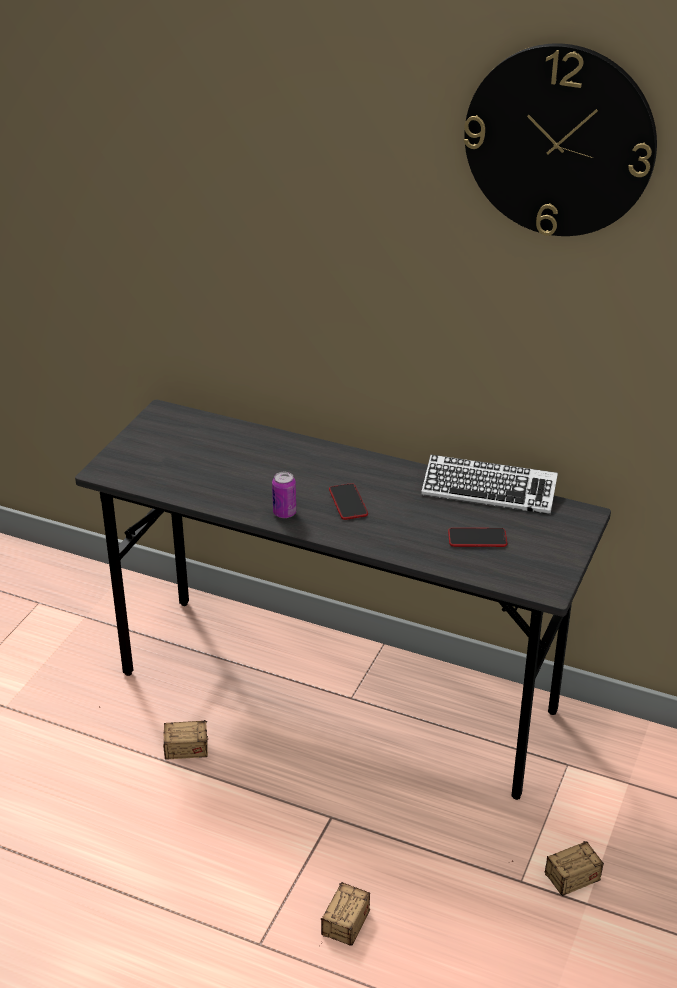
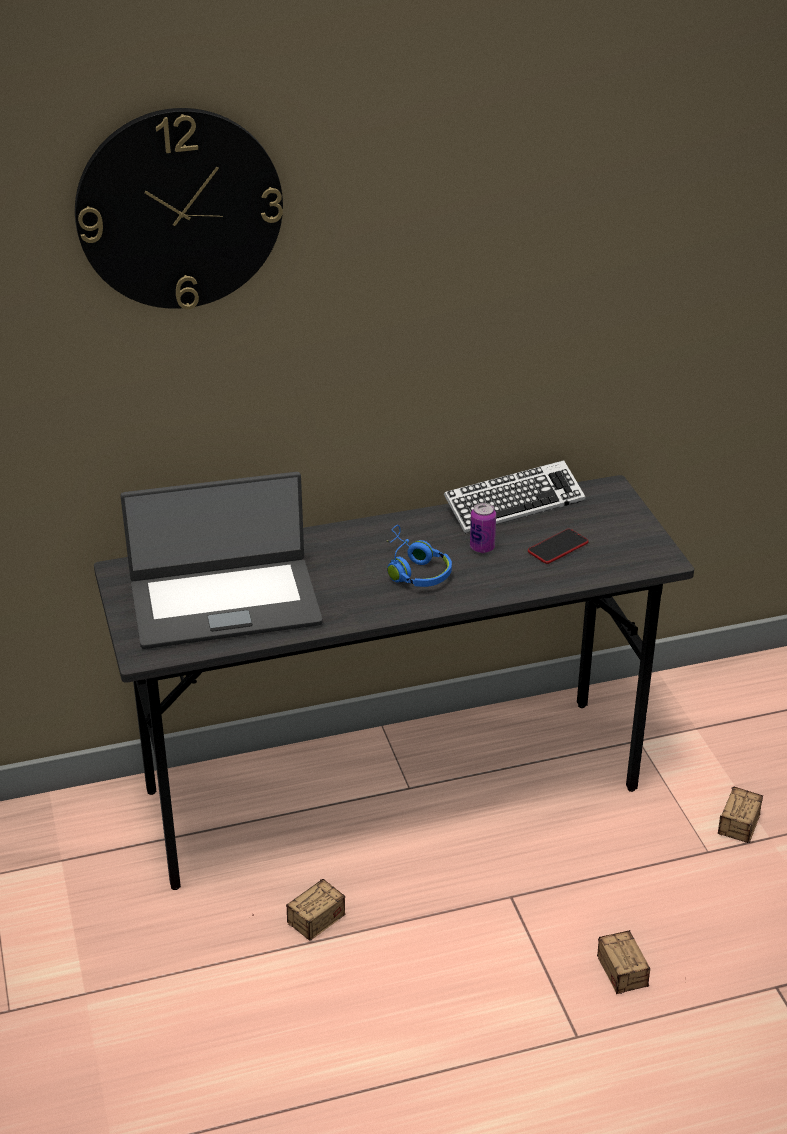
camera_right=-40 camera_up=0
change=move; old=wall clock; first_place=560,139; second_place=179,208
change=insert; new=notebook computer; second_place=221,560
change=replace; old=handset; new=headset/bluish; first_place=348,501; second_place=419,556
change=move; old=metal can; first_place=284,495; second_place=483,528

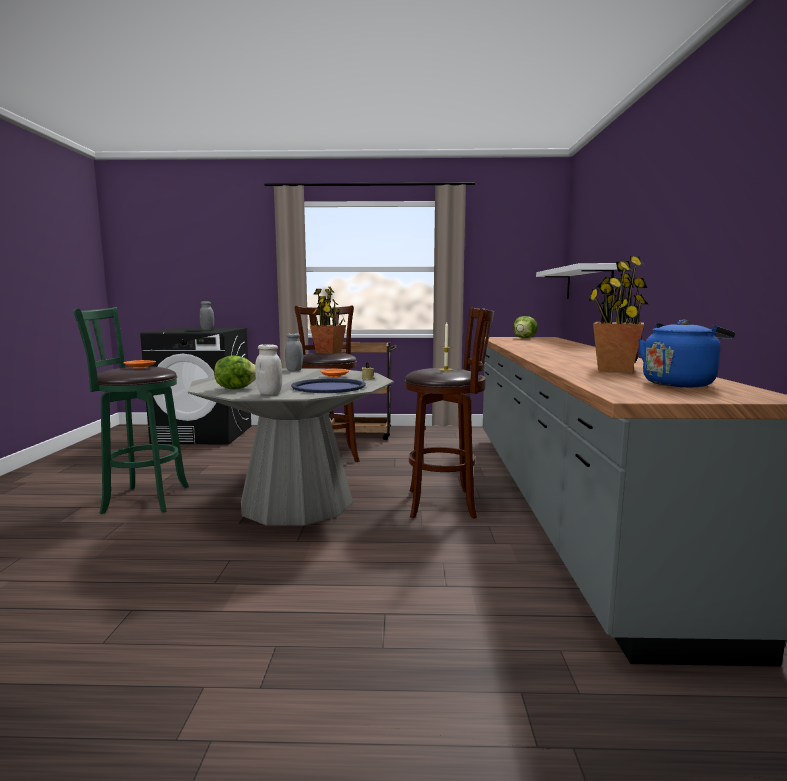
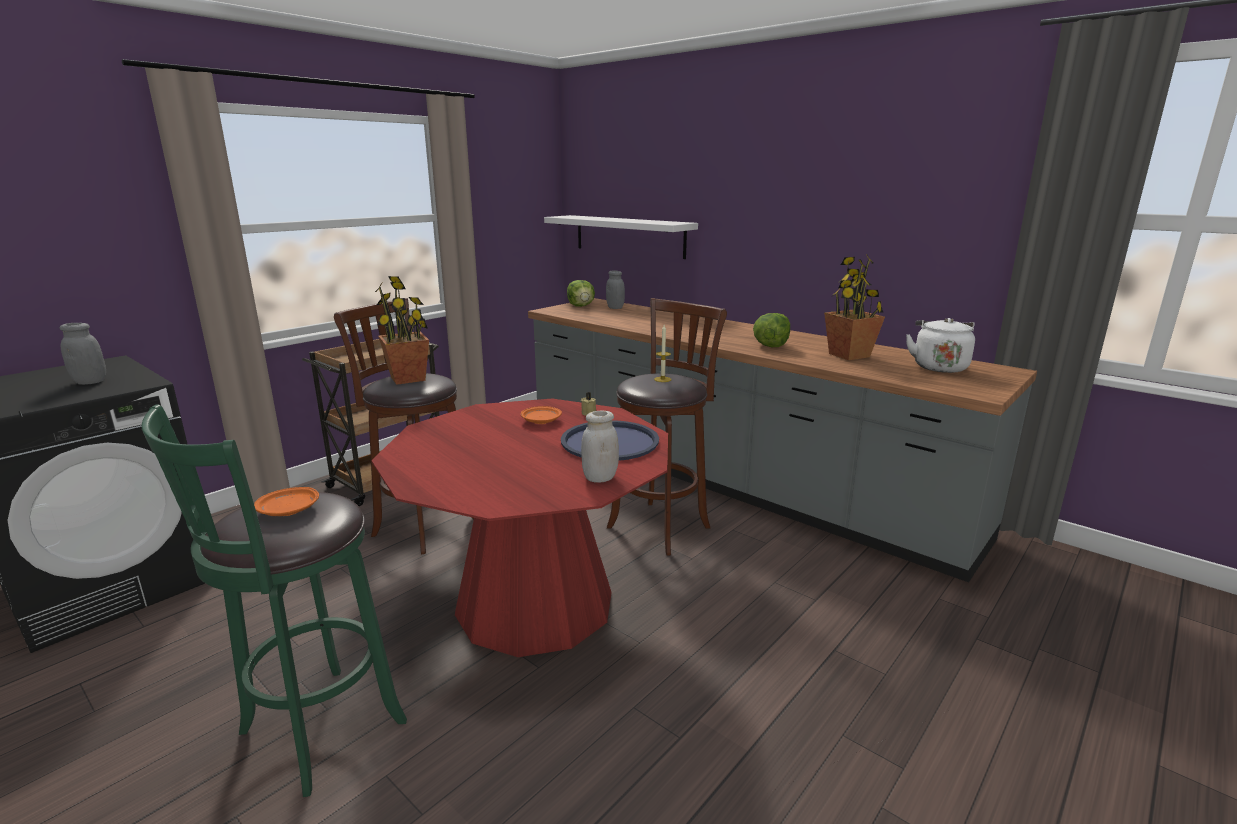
camera_right=-50 camera_up=10
change=recolor; old=dining table/gray; new=dining table/reddish; first_place=291,447; second_place=520,528
change=move; old=storage jar/gray; first_place=294,352; second_place=615,289
change=move; old=lettuce head; first_place=235,372; second_place=771,330
change=recolor; old=kettle/bluish; new=kettle/white; first_place=686,353; second_place=940,345

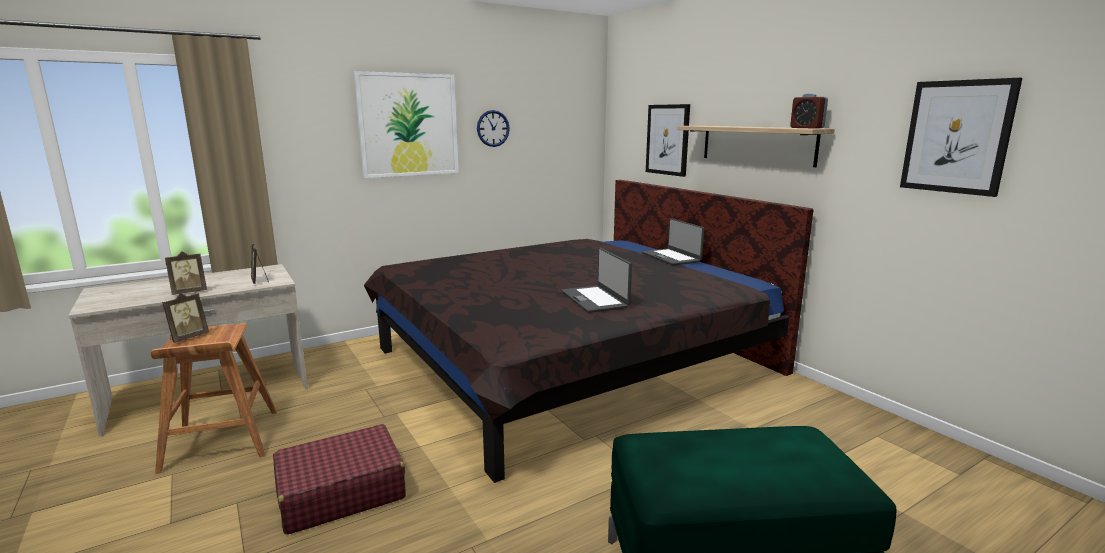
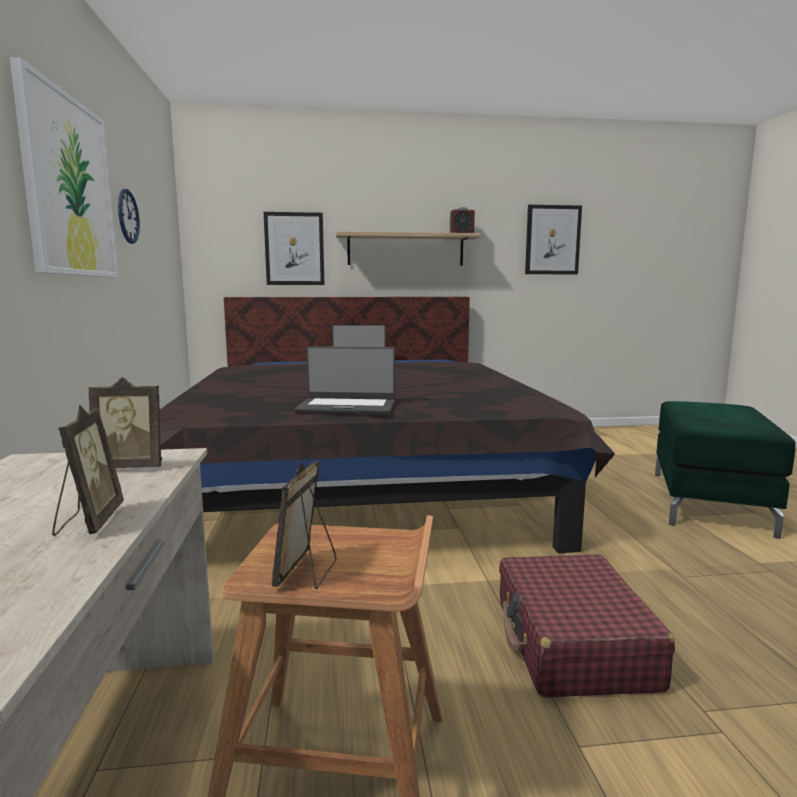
camera_right=-65 camera_up=-5
change=rotate; old=standing frame; first_place=185,318; second_place=304,525; degrees=-135
change=move; old=notebook computer; first_place=596,280; second_place=344,380

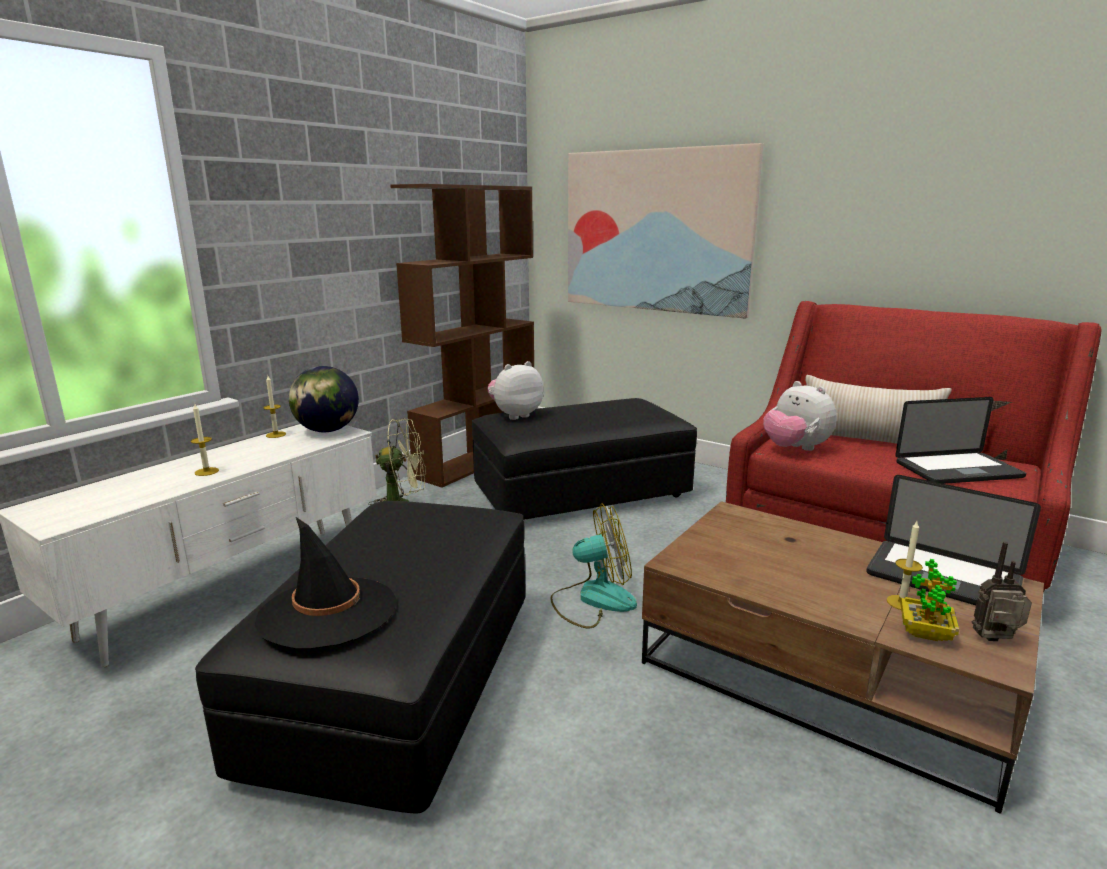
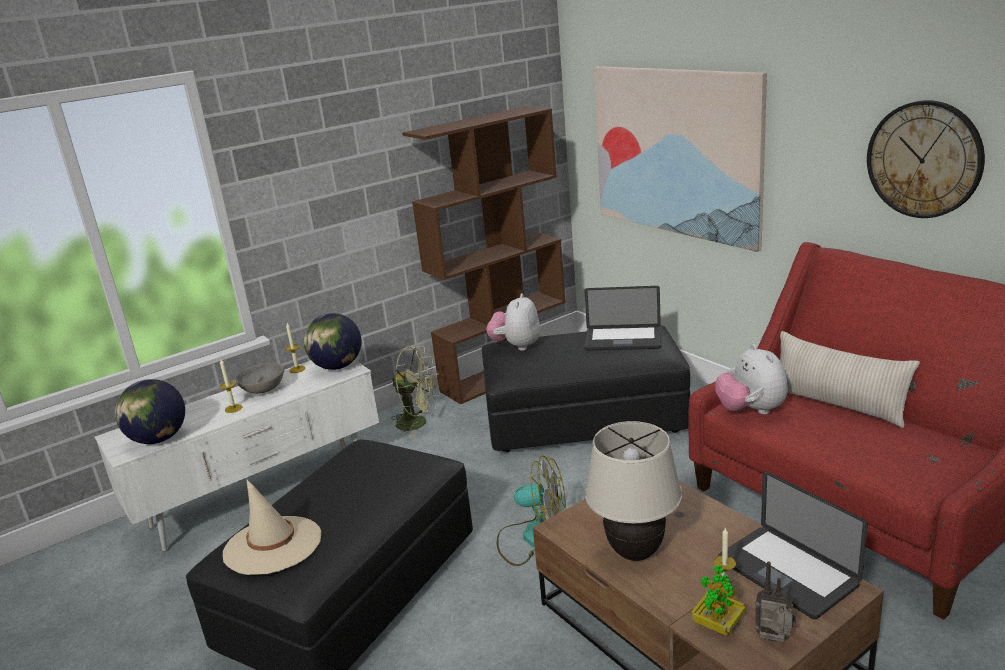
camera_right=20 camera_up=5
change=insert; new=world globe; second_place=150,411
change=recolor; old=wearable hat/black-coloured; new=wearable hat/beige; first_place=326,583; second_place=272,527
change=insert; new=bowl/gray; second_place=259,378
change=rotate; old=plush toy; first_place=515,390; second_place=513,322; degrees=-60
change=move; old=notebook computer; first_place=960,440; second_place=622,318
change=insert; new=lamp for a table/beige; second_place=633,491
change=insert; new=wall clock; second_place=926,159

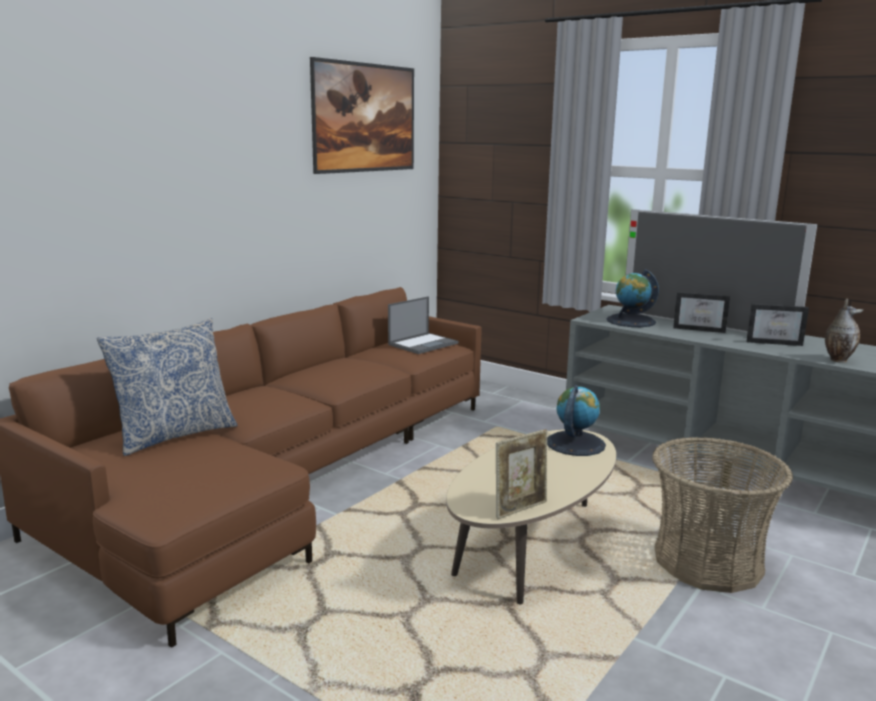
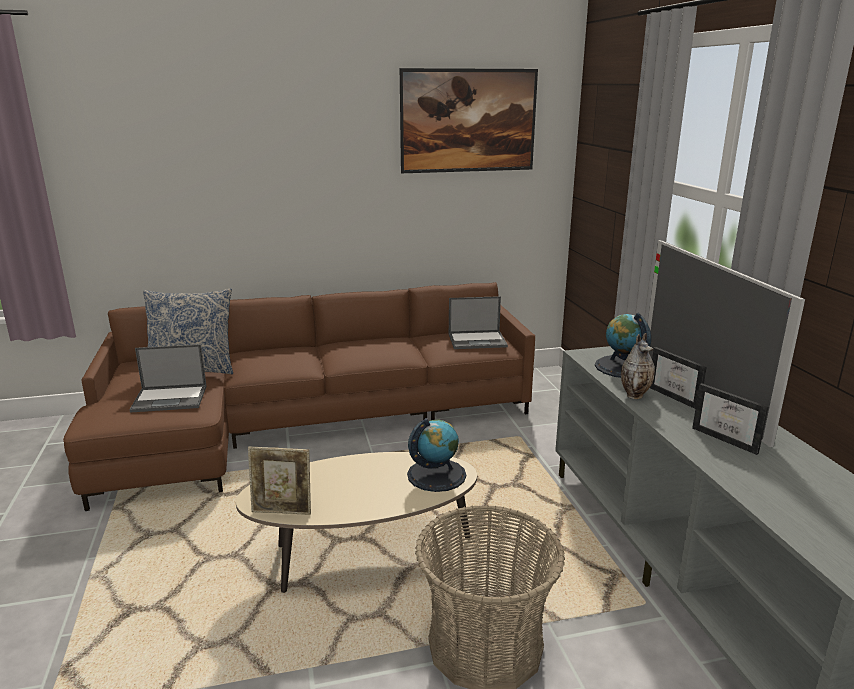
camera_right=40 camera_up=5
change=insert; new=notebook computer; second_place=168,378
change=move; old=flower vase; first_place=844,330; second_place=638,366

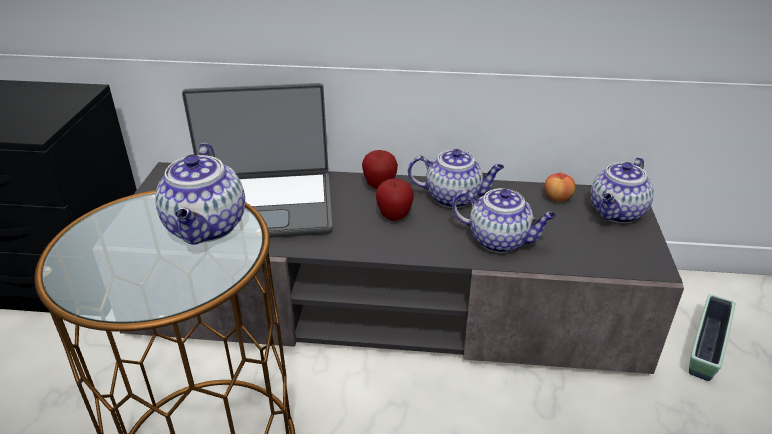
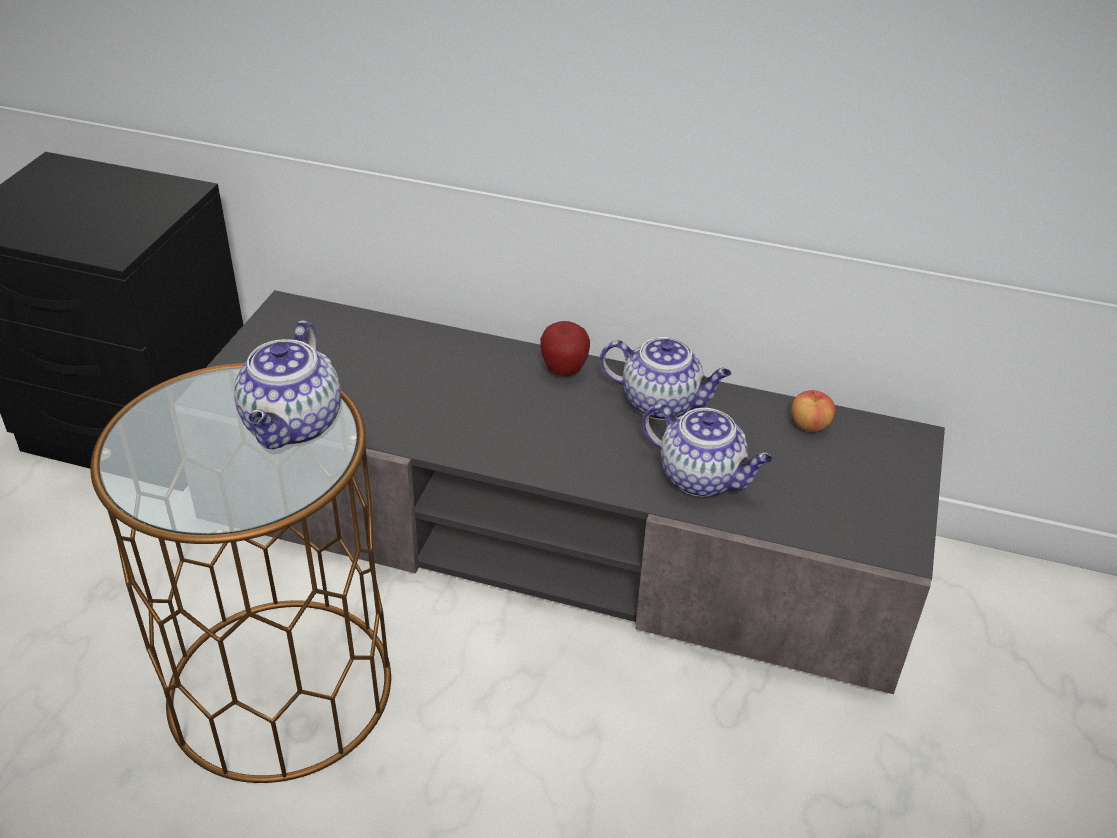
camera_right=10 camera_up=5
change=delete; old=notebook computer; first_place=257,160
change=delete; old=apple fruit; first_place=395,199
change=delete; old=pot for tea; first_place=622,190
change=delete; old=planter; first_place=712,337

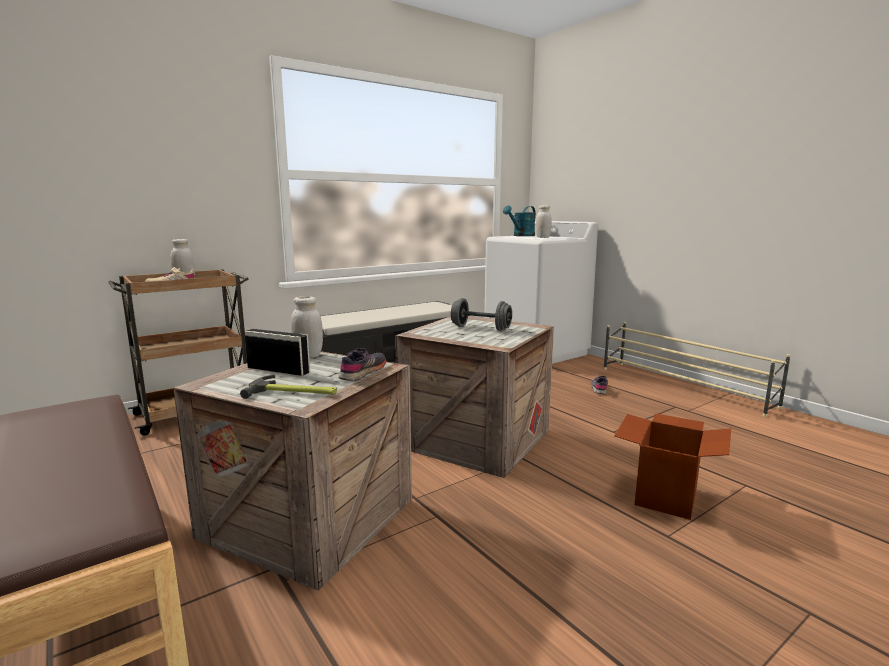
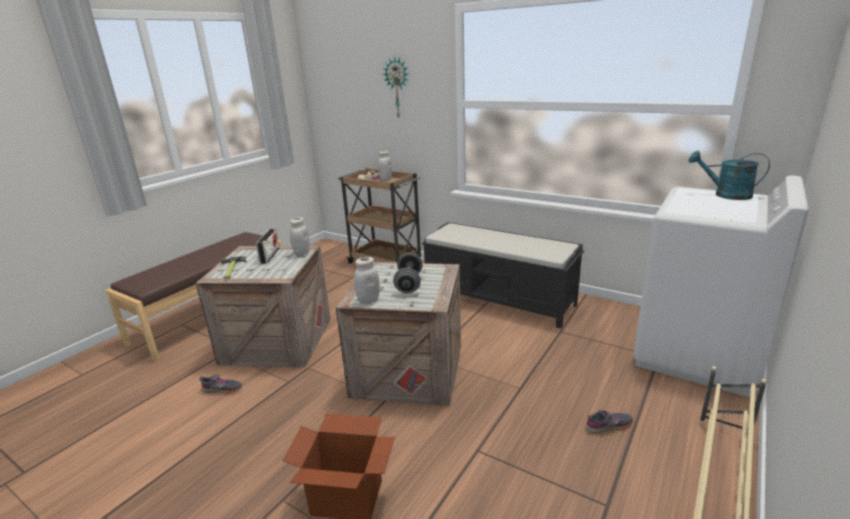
camera_right=70 camera_up=10
change=move; old=low shoe/gray; first_place=362,364; second_place=220,384
change=move; old=storage jar/white; first_place=543,221; second_place=367,280
change=insert; new=wall clock; second_place=396,87

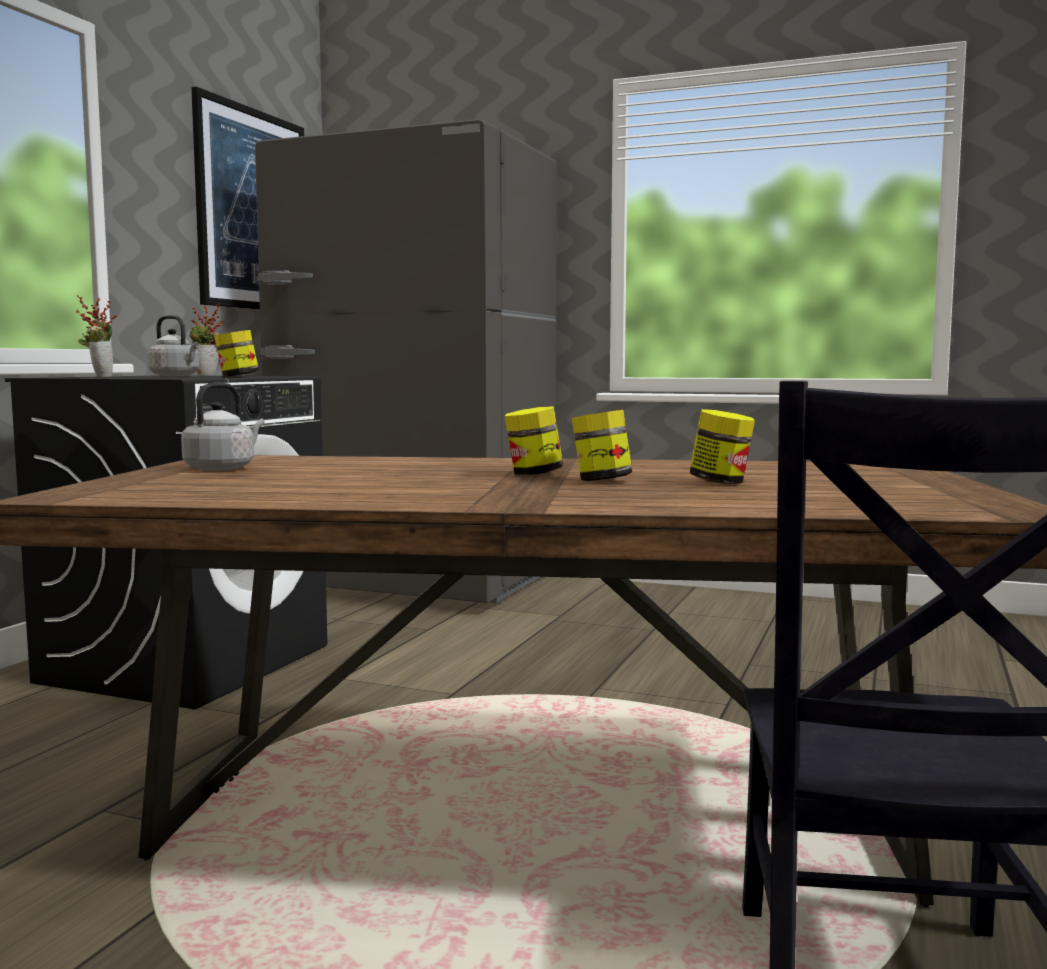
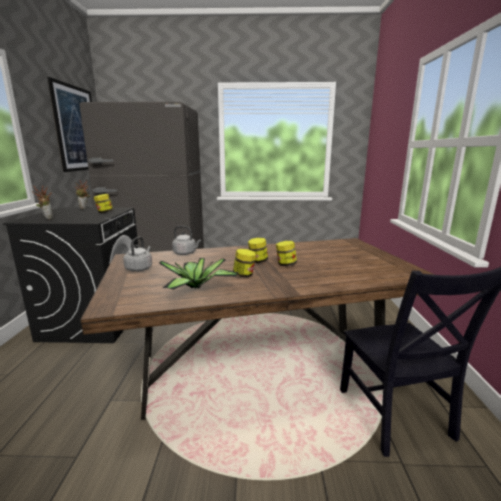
camera_right=-20 camera_up=10
change=insert; new=plant in a pot; second_place=199,274
change=move; old=kettle/gray; first_place=173,345; second_place=186,240
change=move; old=storage jar; first_place=722,446; second_place=244,263

